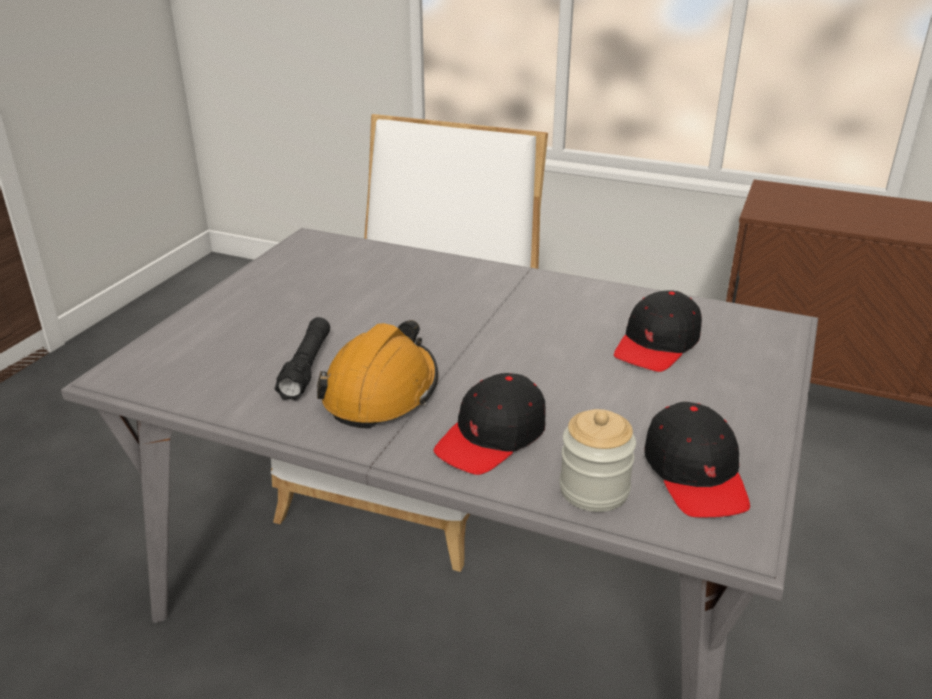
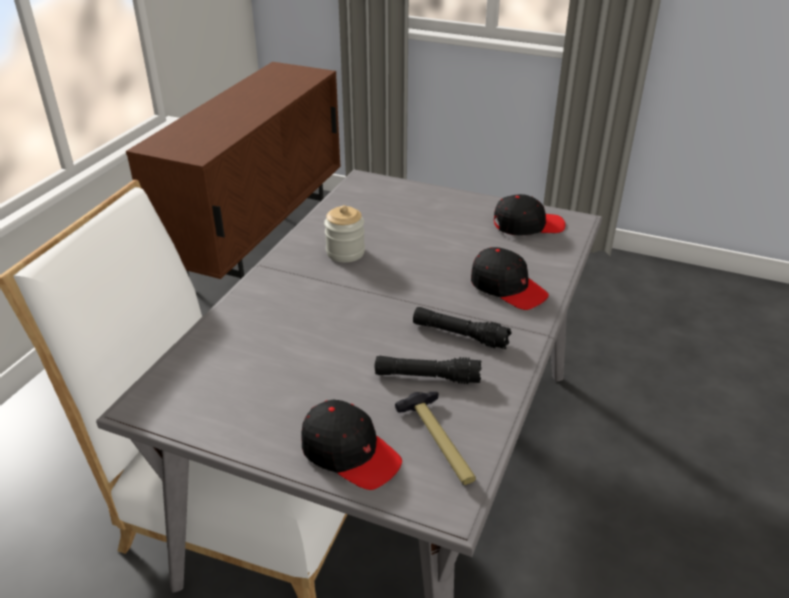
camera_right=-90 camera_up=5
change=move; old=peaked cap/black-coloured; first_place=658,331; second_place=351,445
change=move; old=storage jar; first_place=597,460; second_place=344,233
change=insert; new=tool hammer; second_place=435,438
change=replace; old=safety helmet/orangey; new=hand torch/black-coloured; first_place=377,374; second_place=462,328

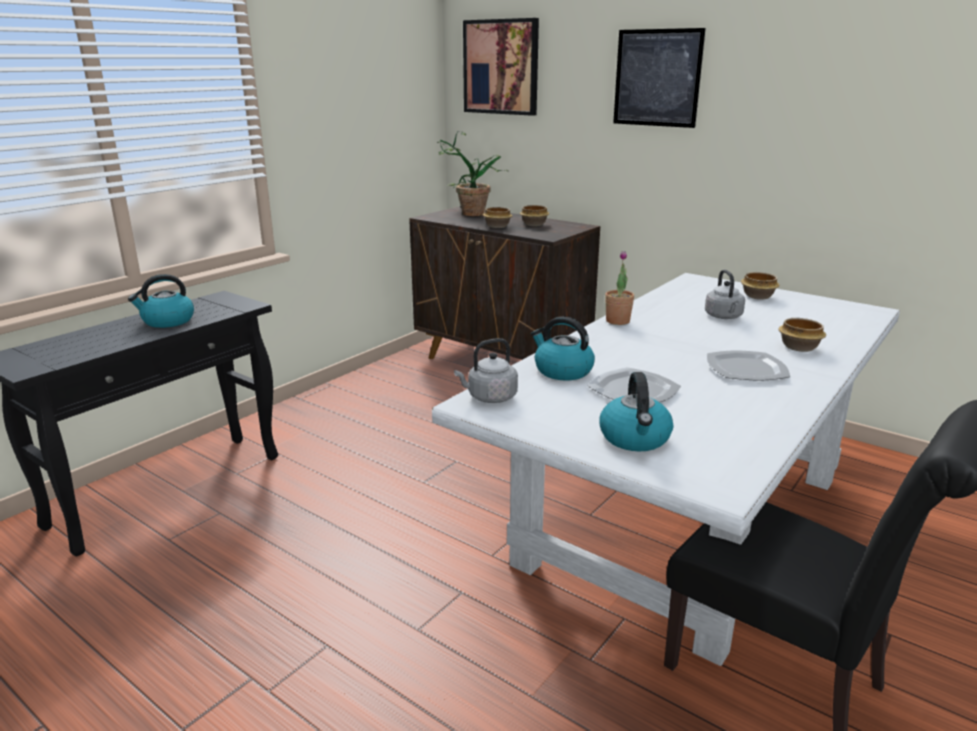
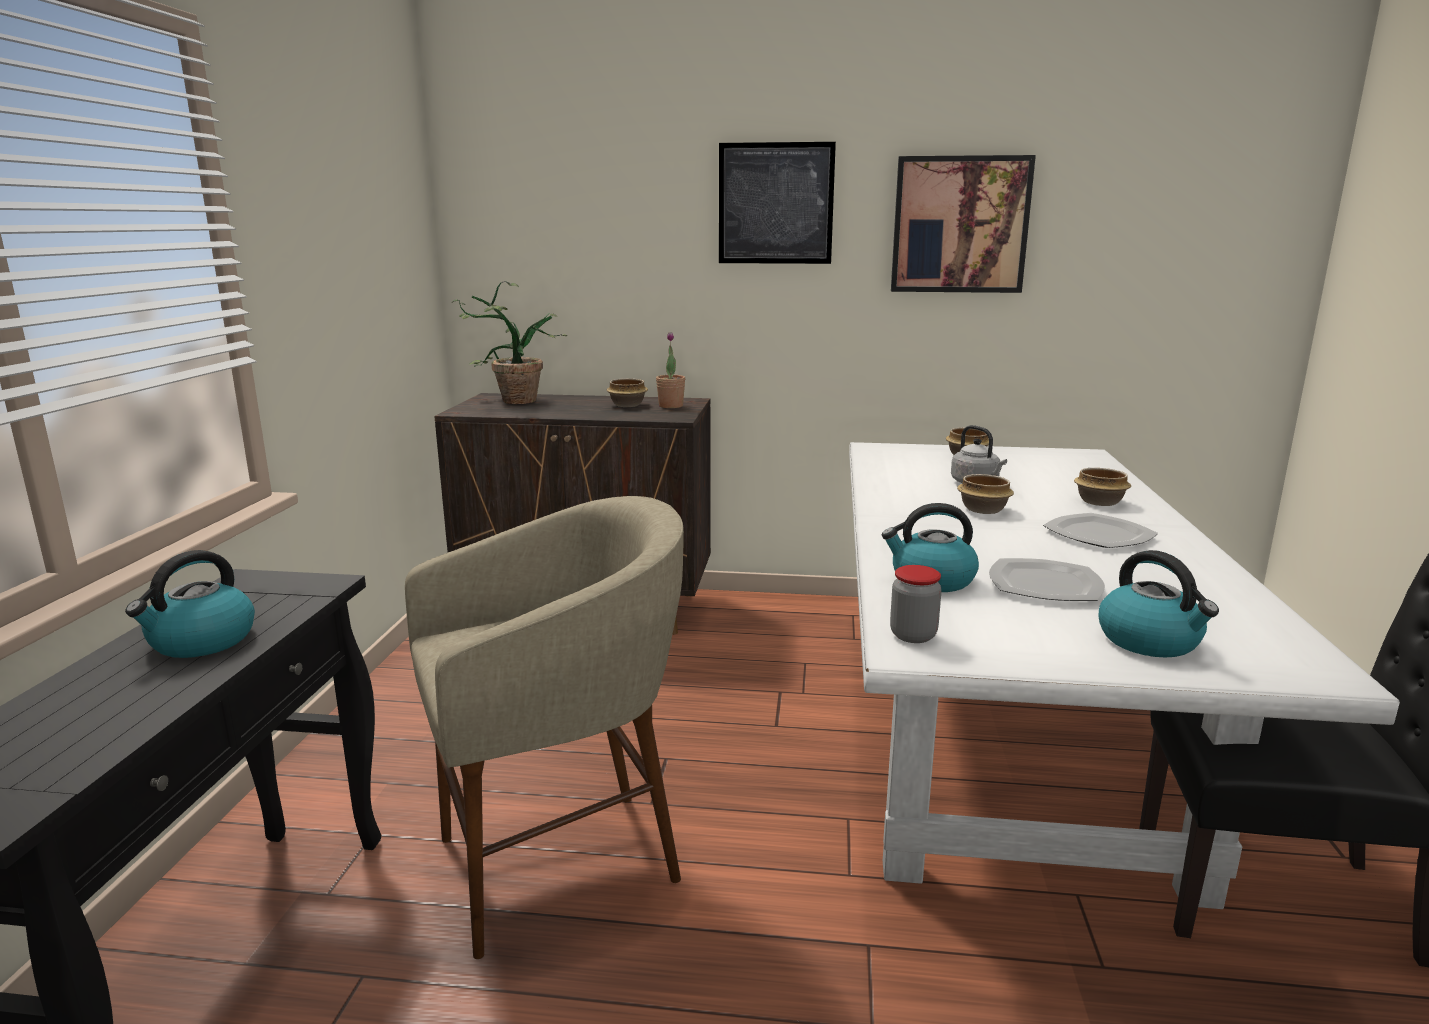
camera_right=-30 camera_up=-5
change=insert; new=stool seat/beige; second_place=544,727
change=move; old=plant in a pot; first_place=619,288; second_place=670,370
change=replace; old=kettle/gray; new=storage jar; first_place=486,370; second_place=916,604
change=move; old=picture; first_place=501,67; second_place=963,224
change=move; old=bowl; first_place=498,217; second_place=985,494

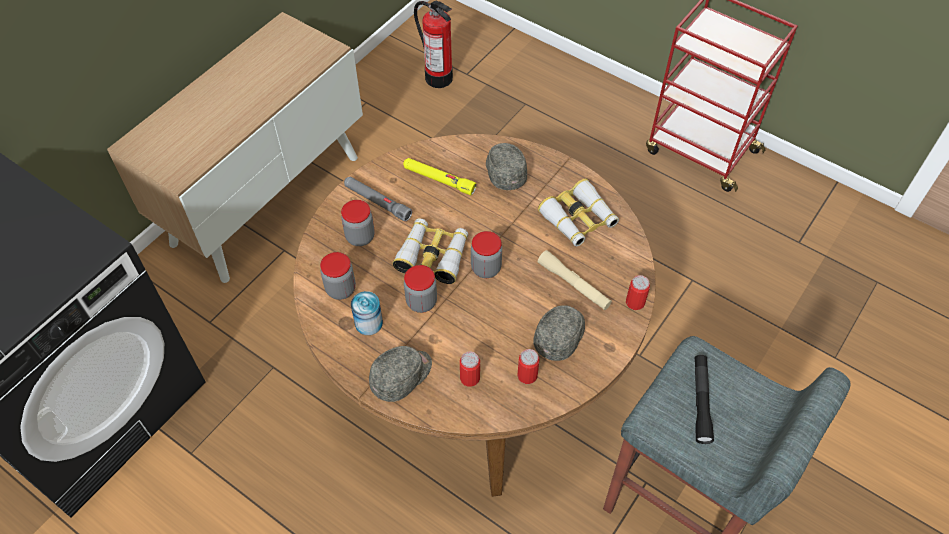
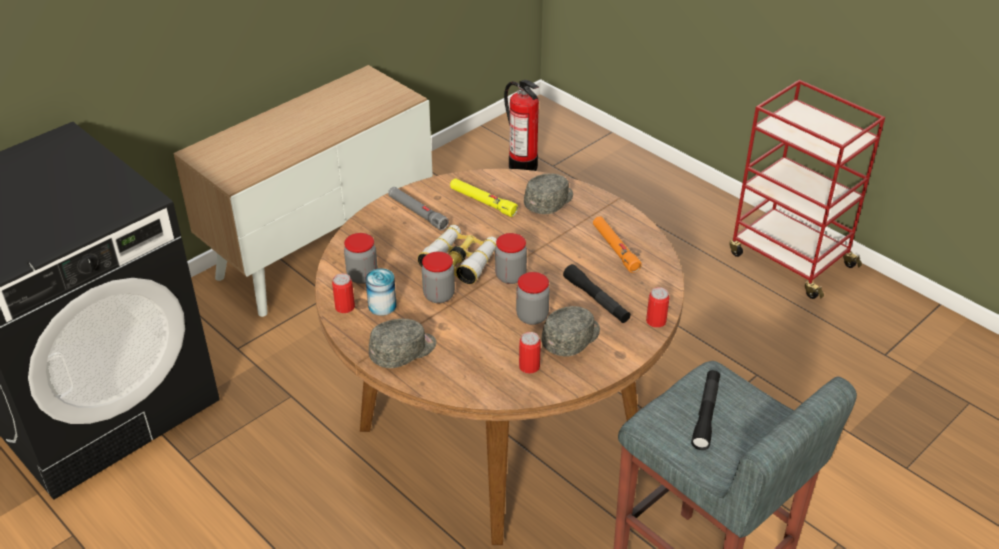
camera_right=10 camera_up=-15
change=move; old=metal can; first_place=470,369; second_place=343,293
change=move; old=storage jar; first_place=357,223; second_place=533,298
change=rotate; old=peaked cap/gray; first_place=506,166; second_place=548,193; degrees=45
change=recolor; old=hand torch/beige; new=hand torch/black-coloured; first_place=575,280; second_place=597,293
change=replace; old=pair of binoculars; new=hand torch/orangey; first_place=578,212; second_place=617,244

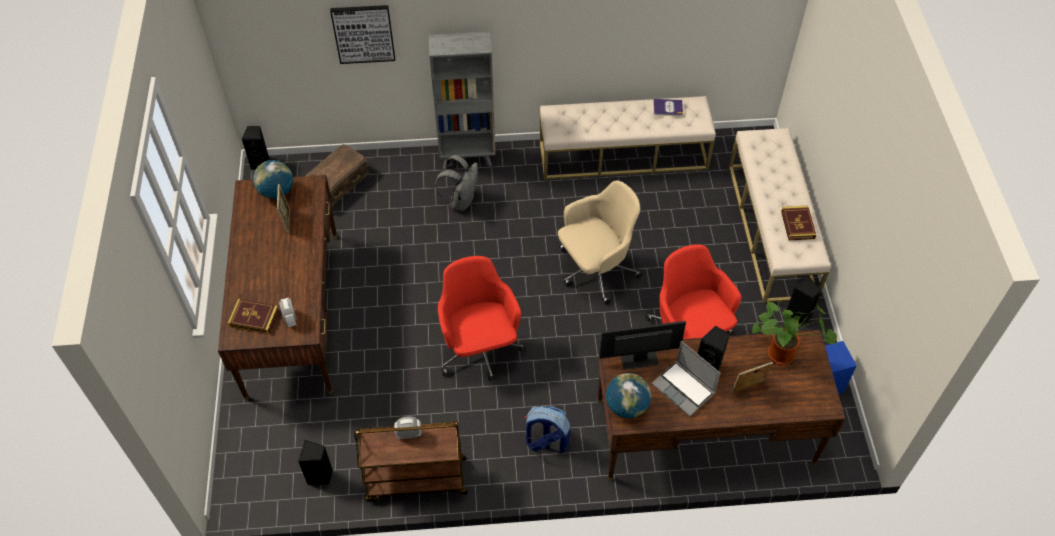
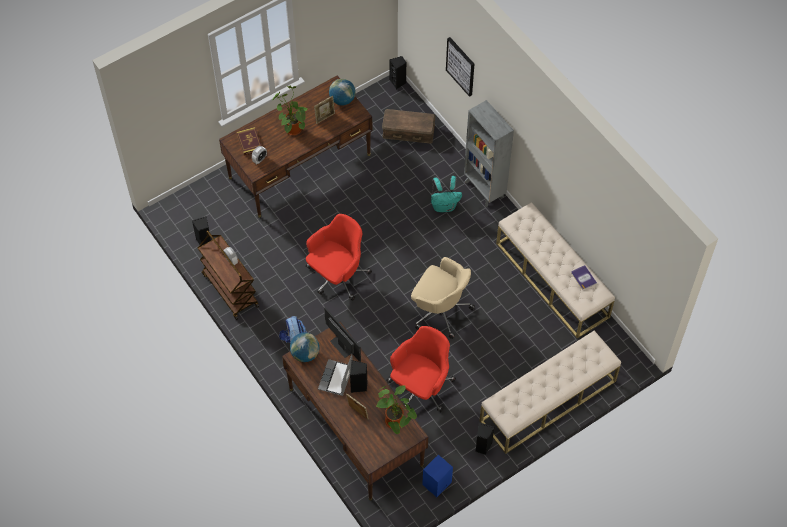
camera_right=60 camera_up=5
change=insert; new=plant in a pot; second_place=289,110
change=recolor; old=knapsack/gray; new=knapsack/turquoise; first_place=456,183; second_place=446,194
change=delete; old=book; first_place=798,223

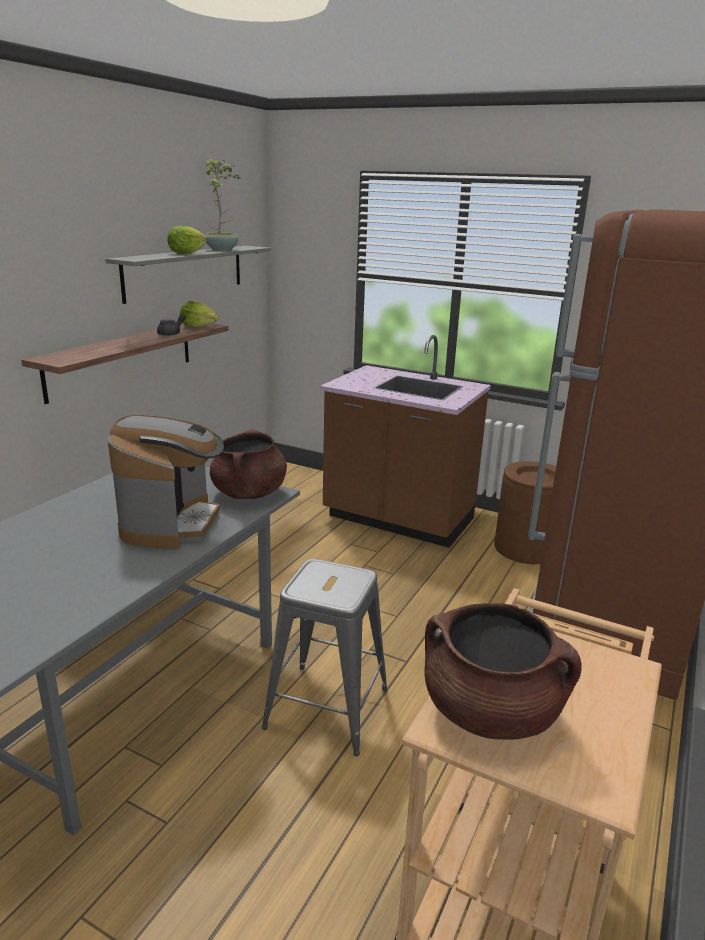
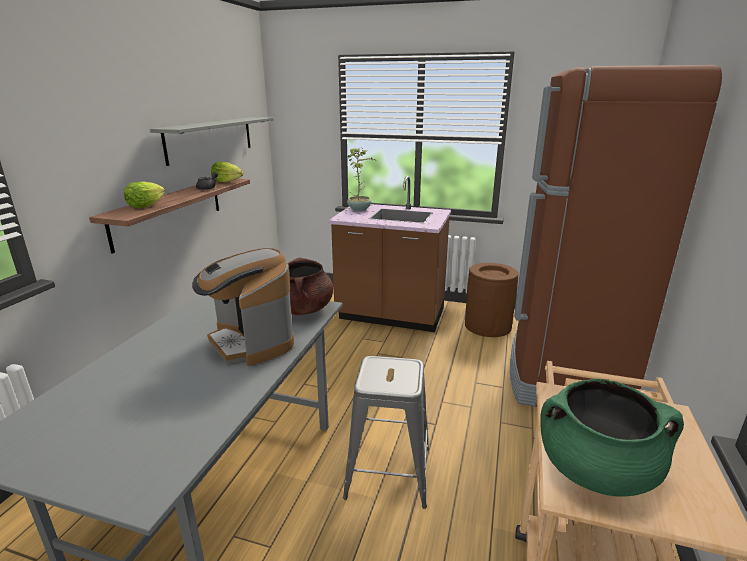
camera_right=-10 camera_up=0
change=move; old=lettuce head; first_place=187,240; second_place=144,194
change=rotate; old=coffee maker; first_place=166,482; second_place=243,307; degrees=150
change=move; old=plant in a pot; first_place=223,205; second_place=361,179
change=recolor; old=stockpot/brown; new=stockpot/green; first_place=503,671; second_place=612,438

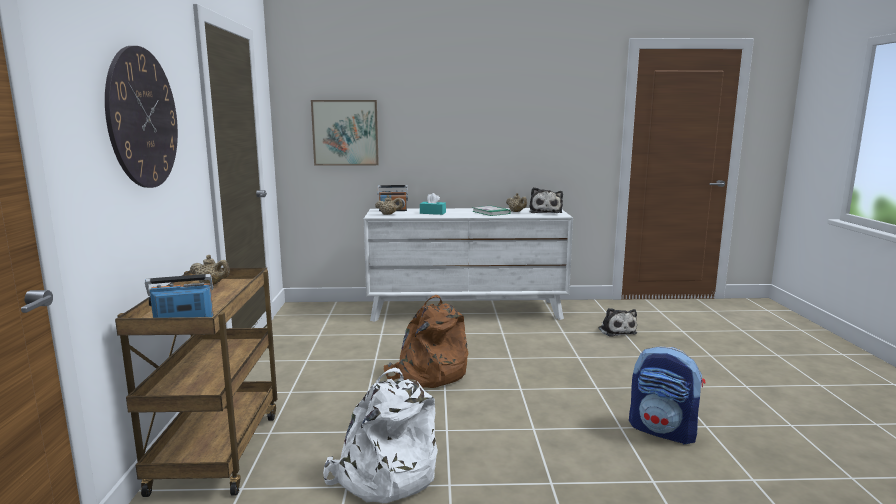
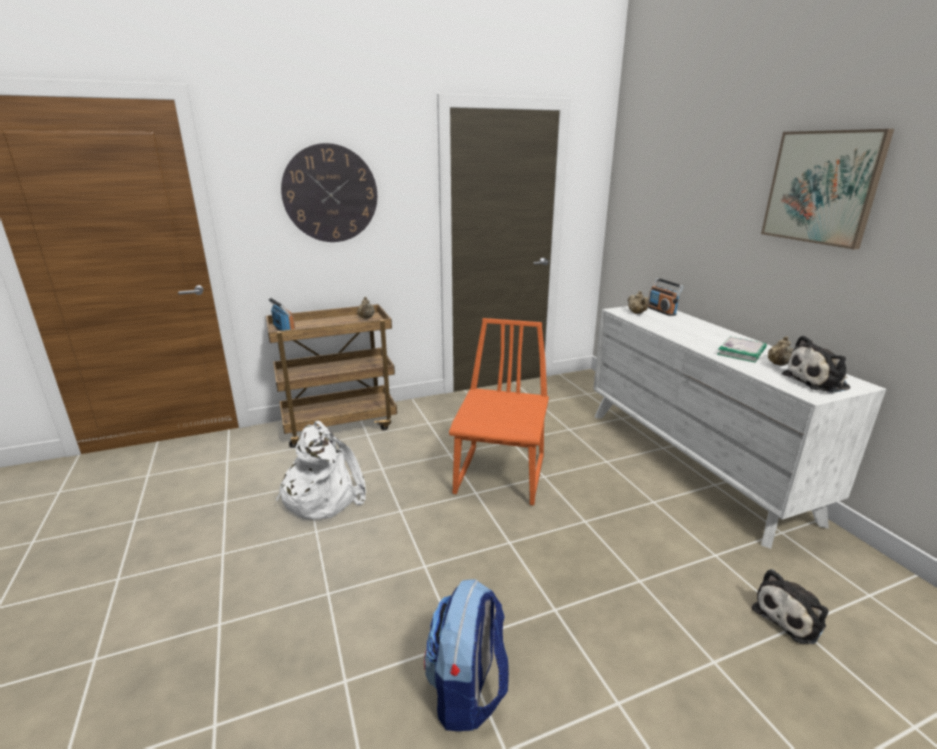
camera_right=70 camera_up=10
change=replace; old=knapsack/brown; new=plain chair/orangey; first_place=426,341; second_place=499,411
change=move; old=picture; first_place=345,133; second_place=827,189
change=delete; old=tissue holder/turquoise; first_place=433,204

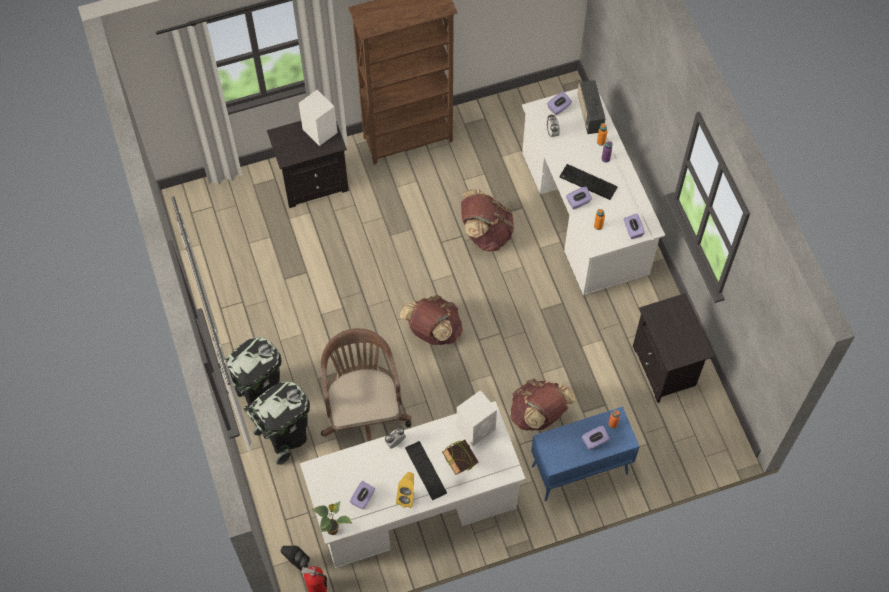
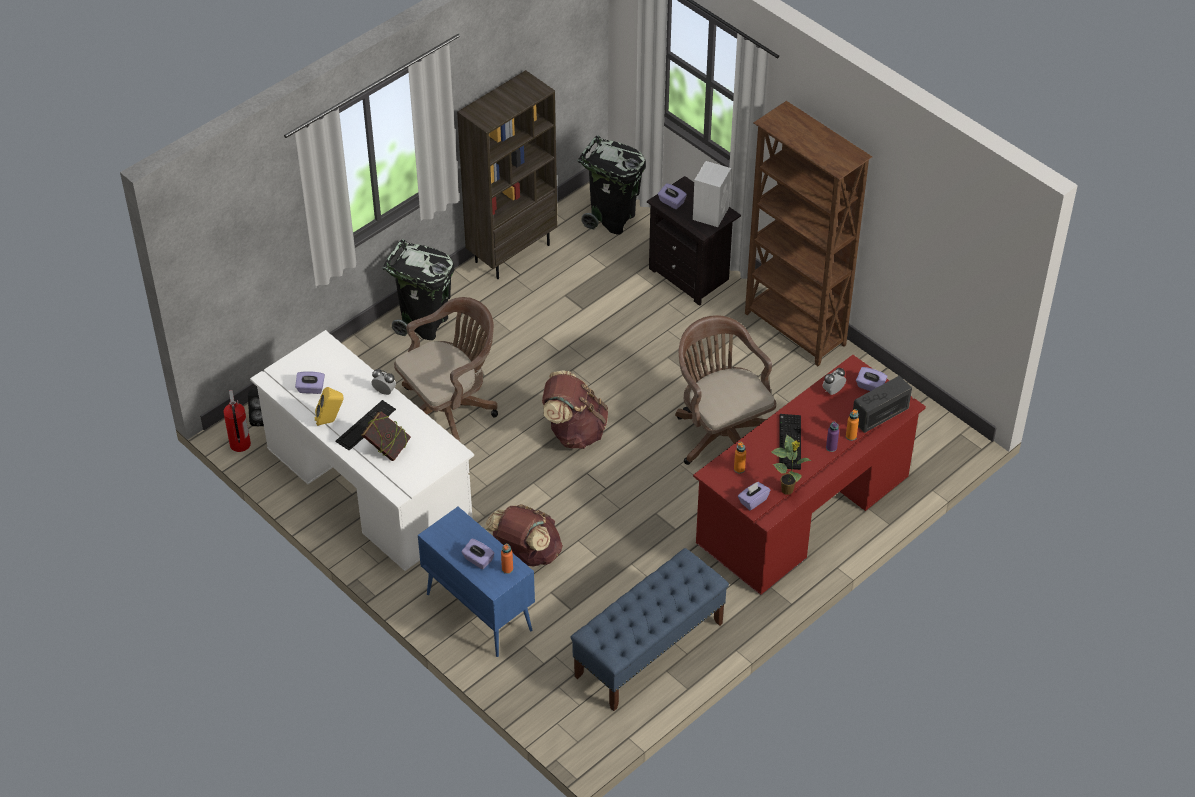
camera_right=65 camera_up=-15
change=insert; new=shelving unit/brown; second_place=507,174
change=replace; old=bedside table/black-coloured; new=indoor bench/bluish; first_place=674,348; second_place=649,629
change=move; old=trash can/black-coloured; first_place=276,423; second_place=611,185
change=move; old=tissue holder/purplish; first_place=579,198; second_place=672,196
change=replace; old=knapsack/brown; new=desk chair/brown; first_place=487,220; second_place=725,390
change=recolor; old=desk table/white; new=desk table/reddish; first_place=593,192; second_place=809,475
change=move; old=plant in a pot; first_place=332,518; second_place=791,465
change=delete; old=speaker/white; first_place=476,418

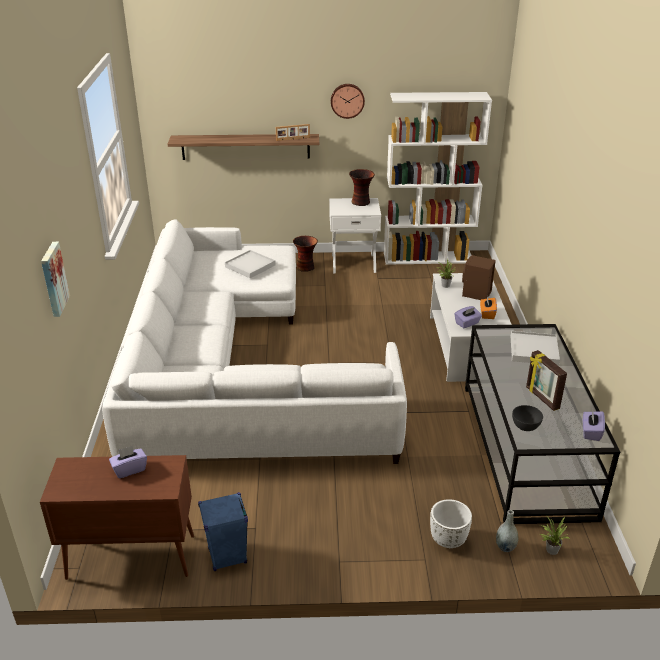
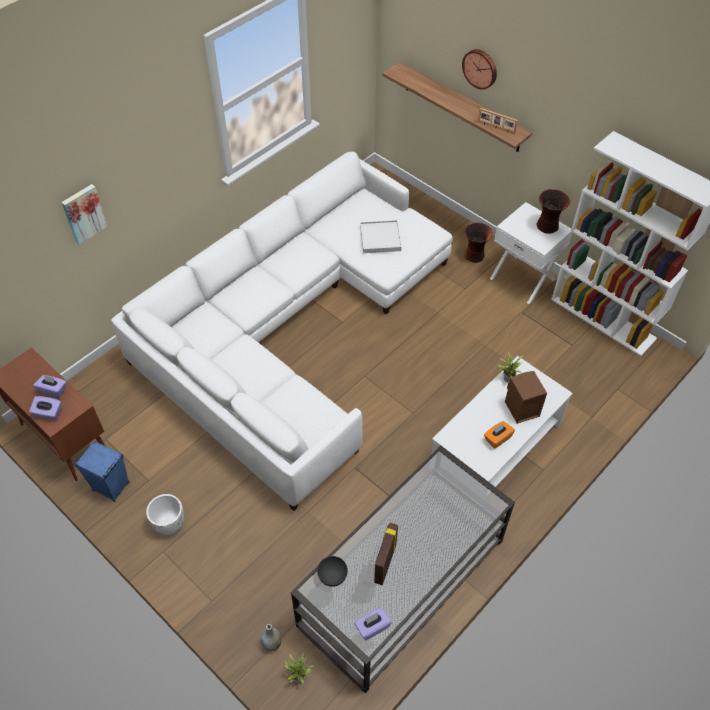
camera_right=45 camera_up=20
change=move; old=tissue holder/purplish; first_place=468,317; second_place=45,408
change=move; old=planter/white; first_place=451,523; second_place=165,514
change=move; old=wall clock; first_place=348,101; second_place=479,69
change=delete; old=carrying tray/white; first_place=535,348

